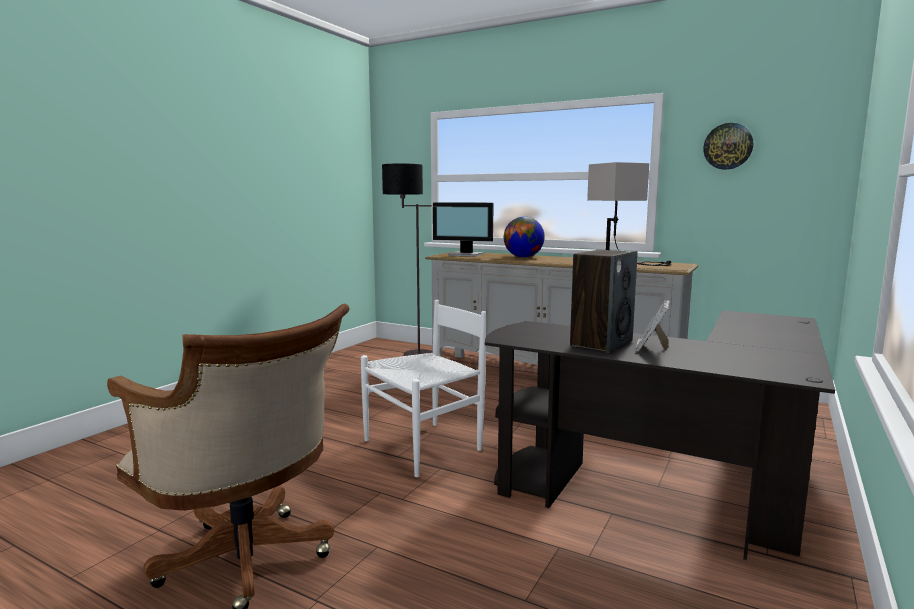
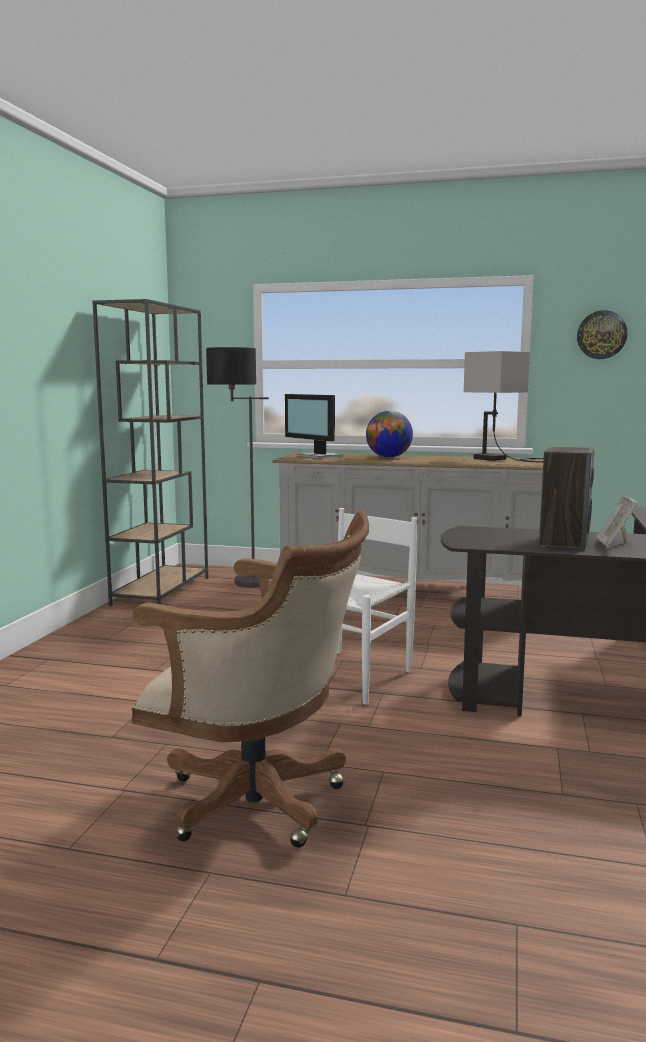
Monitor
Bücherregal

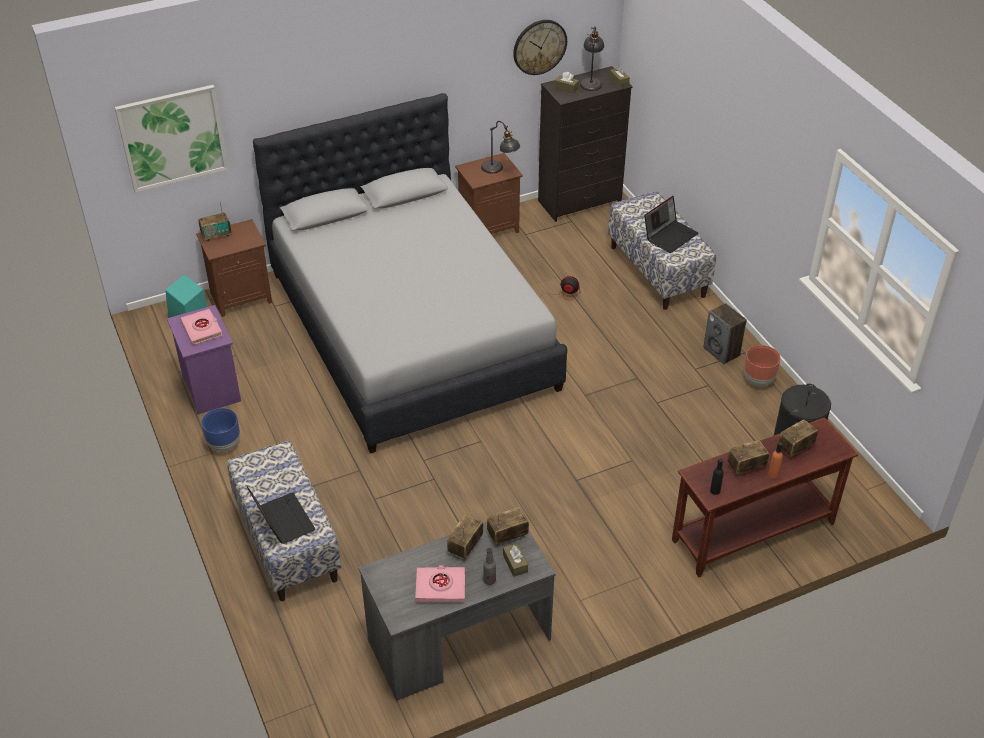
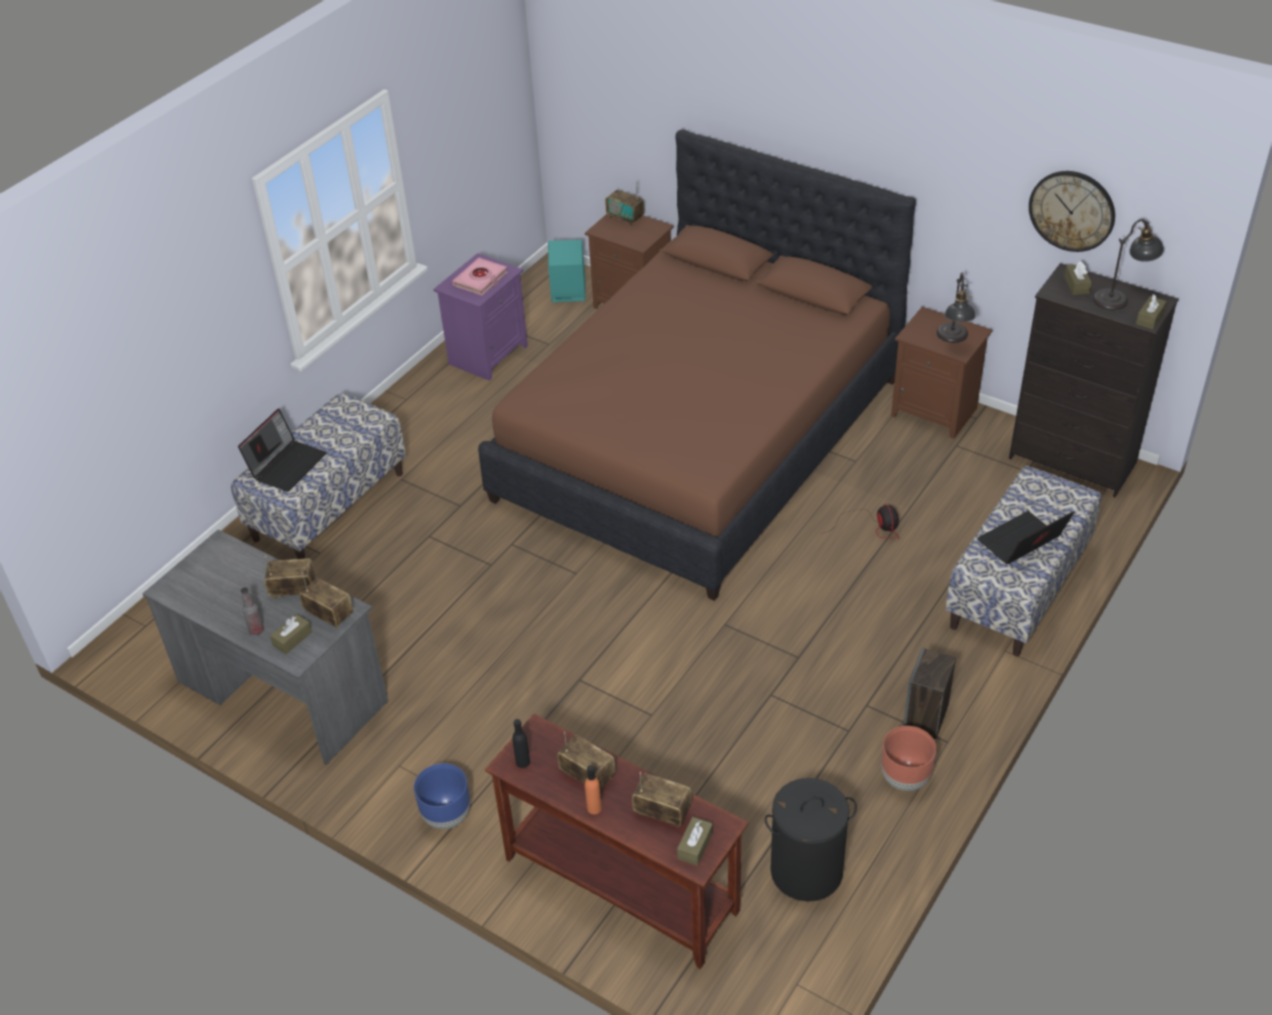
Bild
Bett (braun)
Laptop (no. 2 from left)
Pflanzkübel (blau)
Buch (rosa) (no. 2 from left in the first image)
Taschentuchbox (braun) (no. 2 from left)

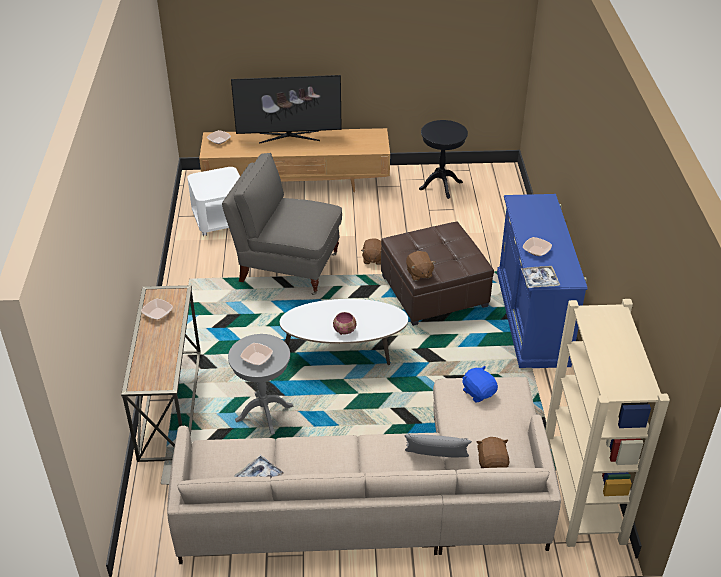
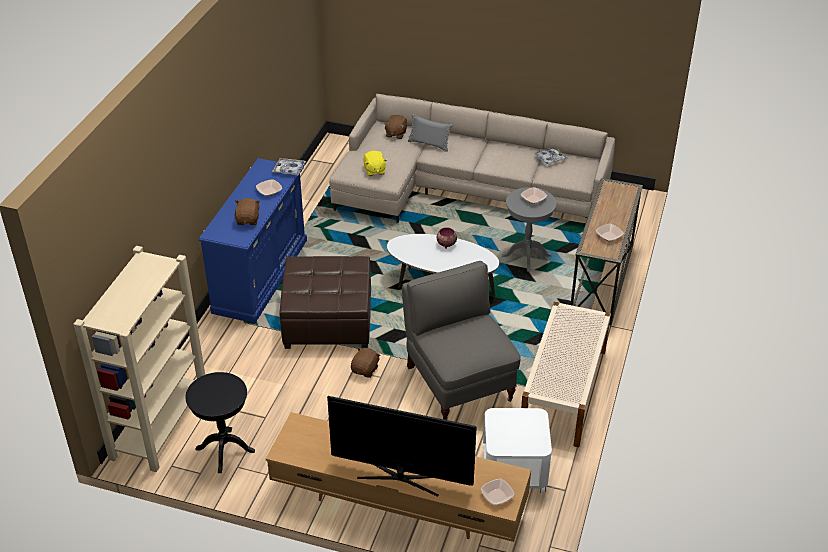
Sessel (grau)
Plüschtier (braun) (no. 1 from left)
Bücherregal (beige)
Plüschtier (gelb)
Bank (beige)

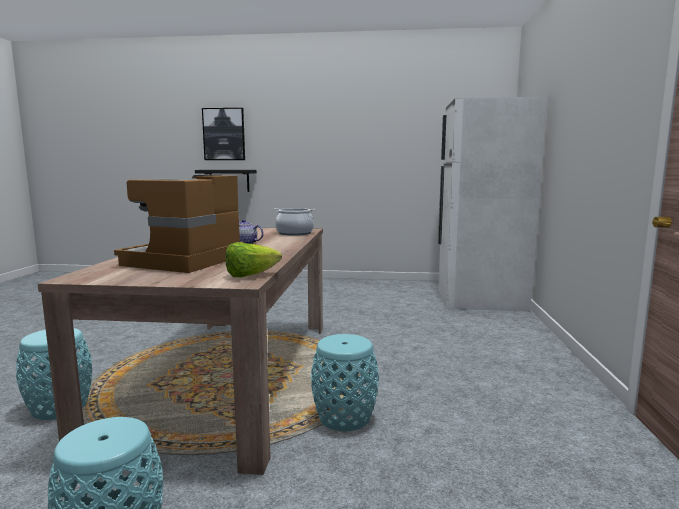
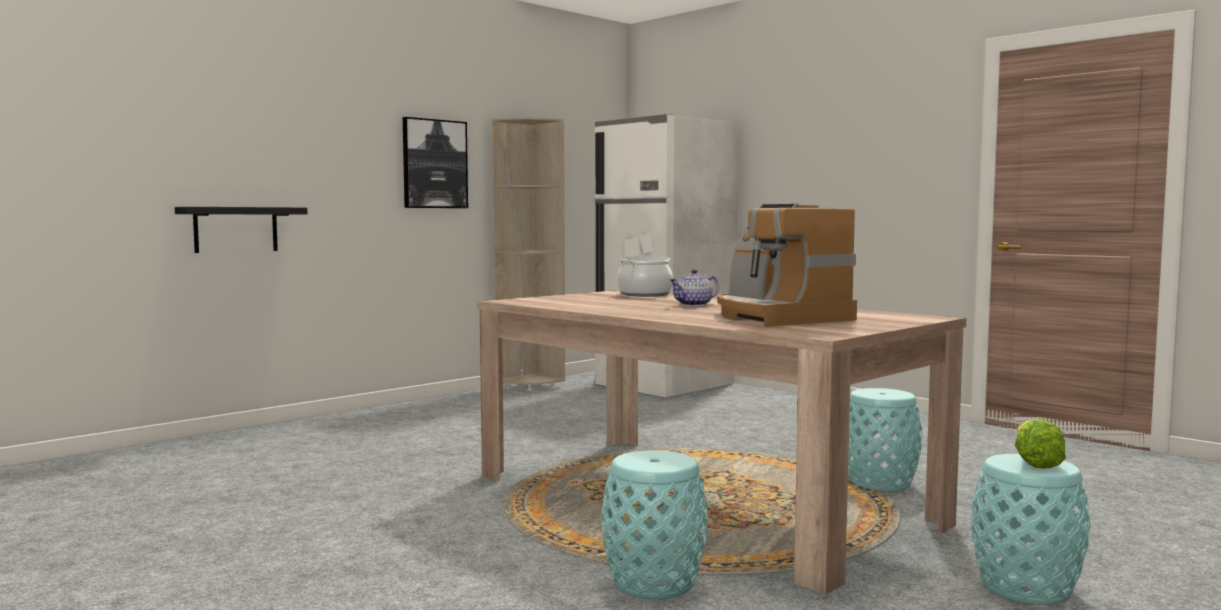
Bild
Salatkopf
Bücherregal (beige)

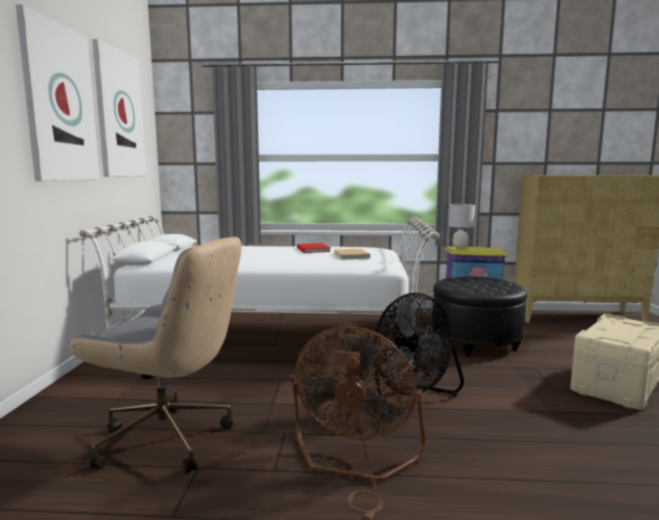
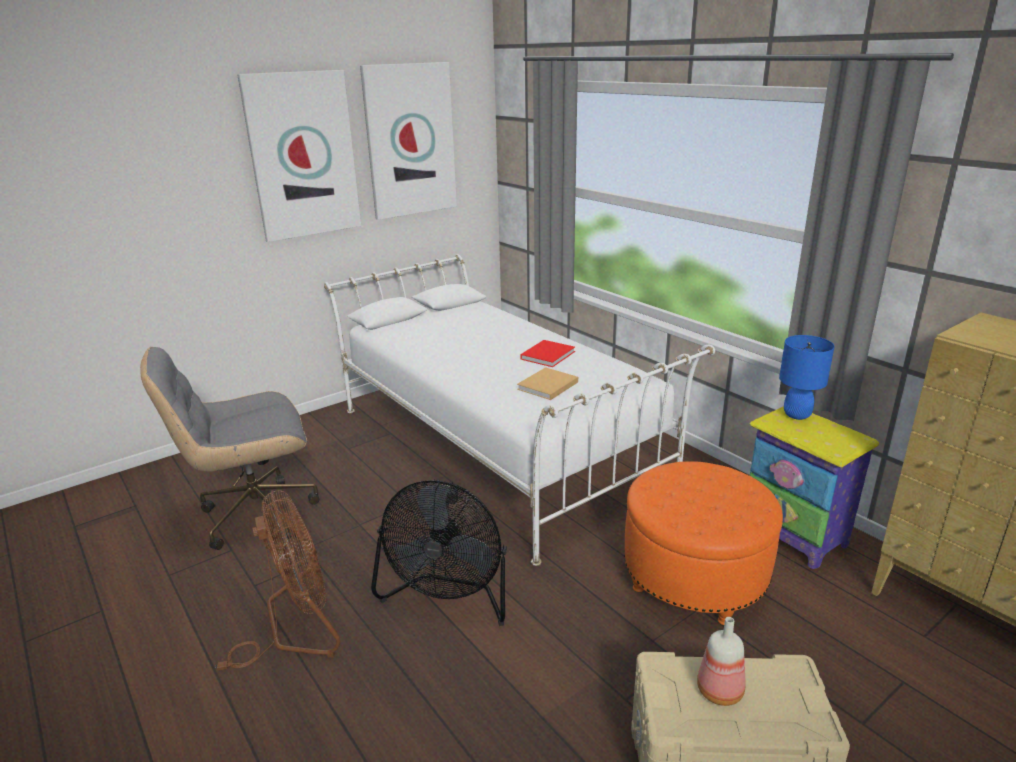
Tischlampe (blau)
Bürostuhl (grau)
Polsterhocker (orange)
Flasche

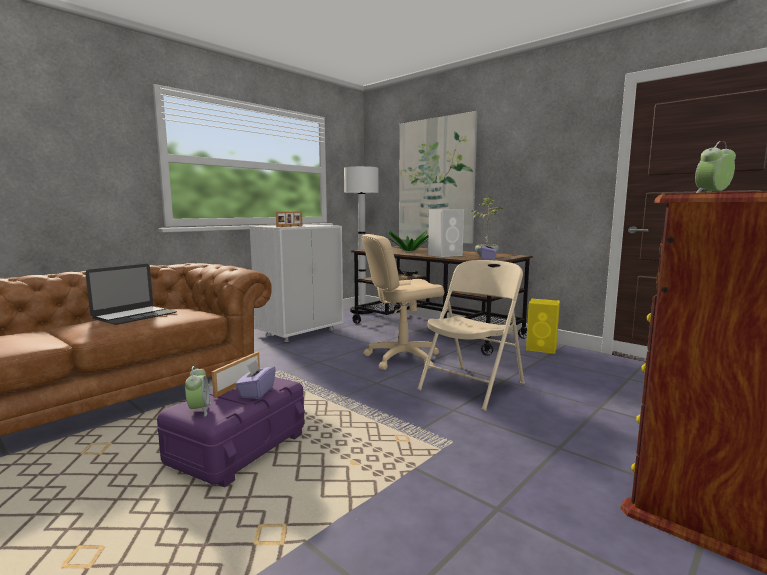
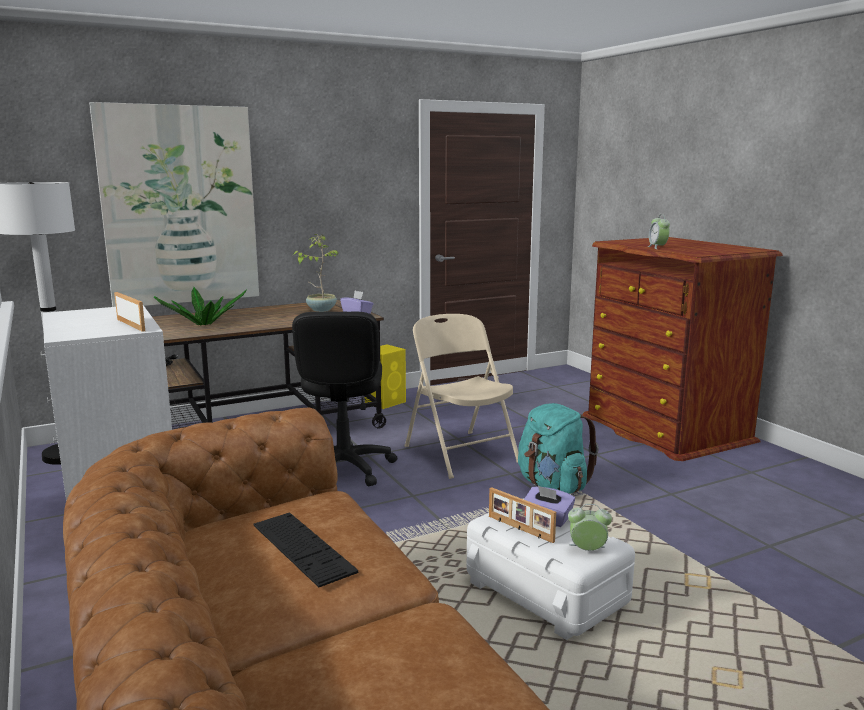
Lautsprecher (weiß)
Bürostuhl (schwarz)
Tastatur
Aufbewahrungsbox (weiß)
Rucksack (türkis)

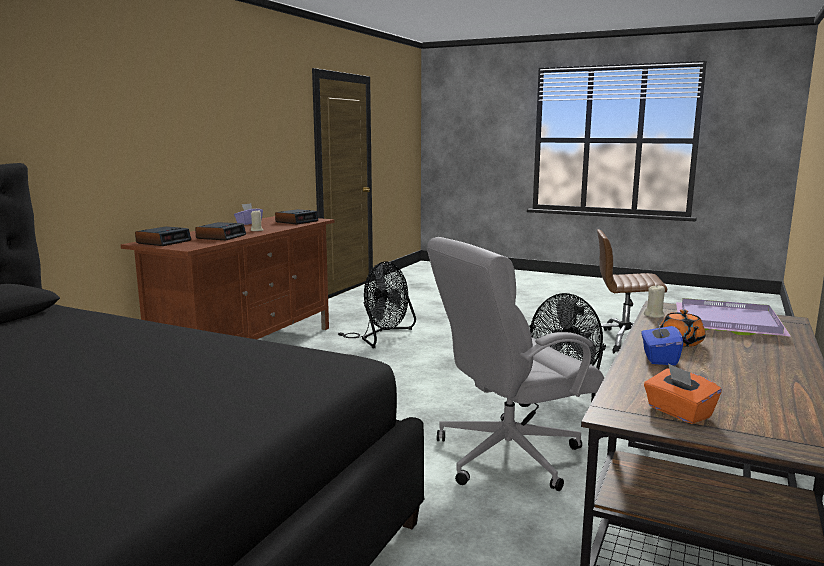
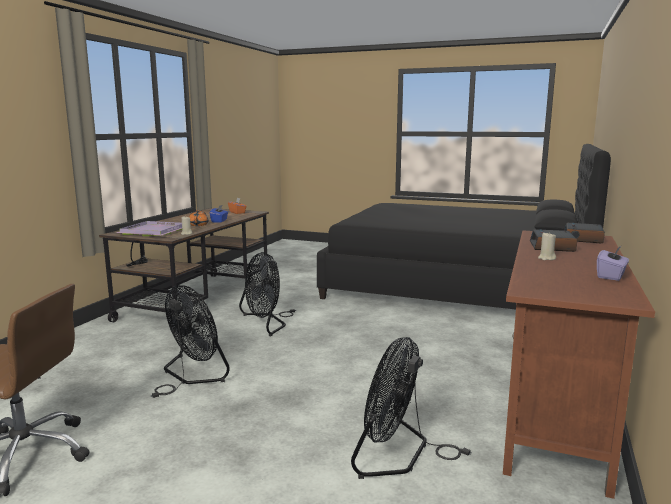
Wecker (no. 3 from left in the first image)
Ventilator (schwarz) (no. 2 from left)

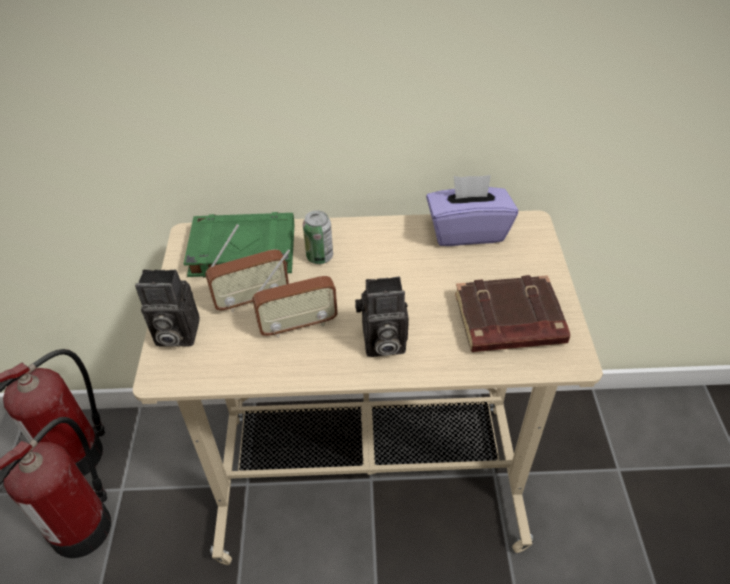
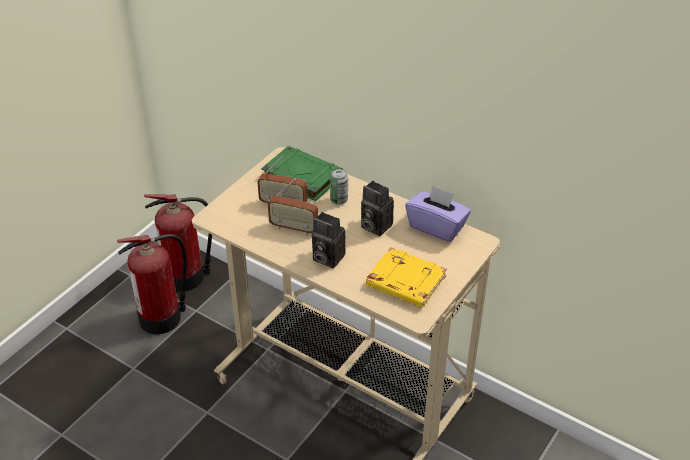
Kamera (no. 2 from left)
Buch (gelb)

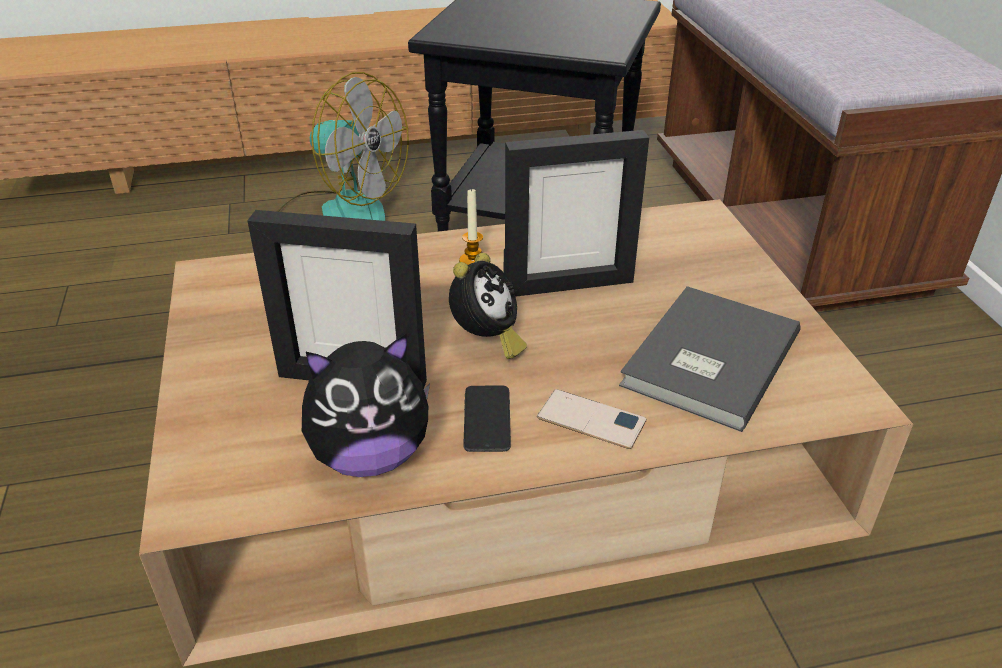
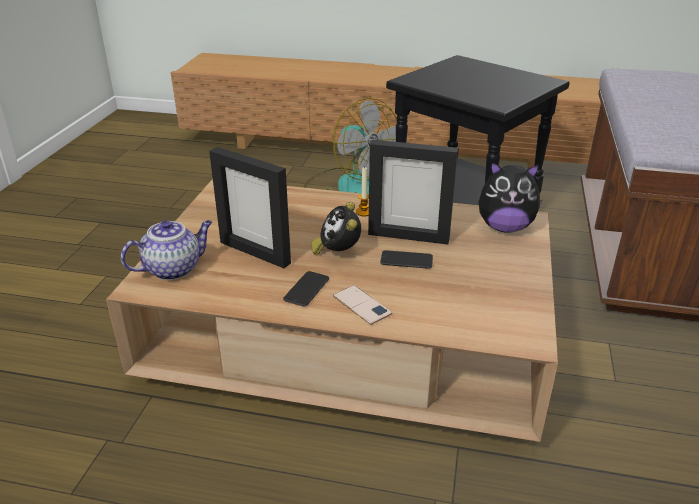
Wecker
Buch (grau)
Plüschtier
Teekanne
Handy (no. 3 from left)

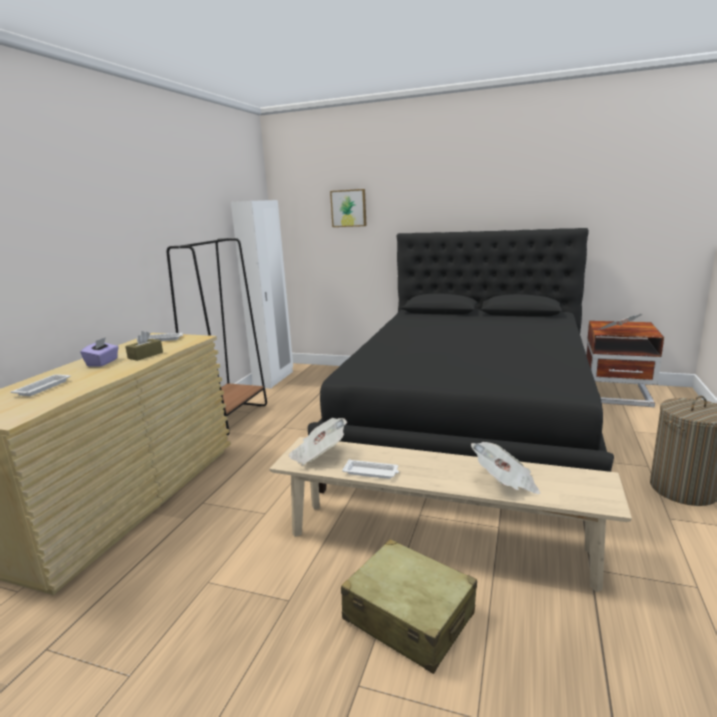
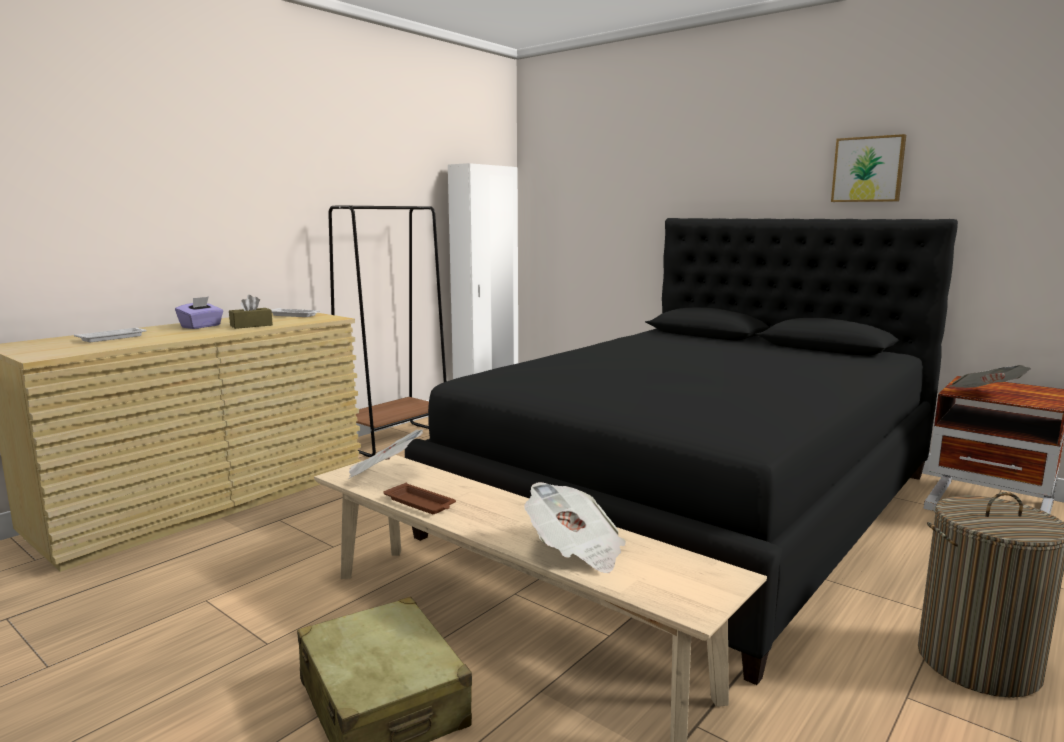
Bild
Tablett (braun)

